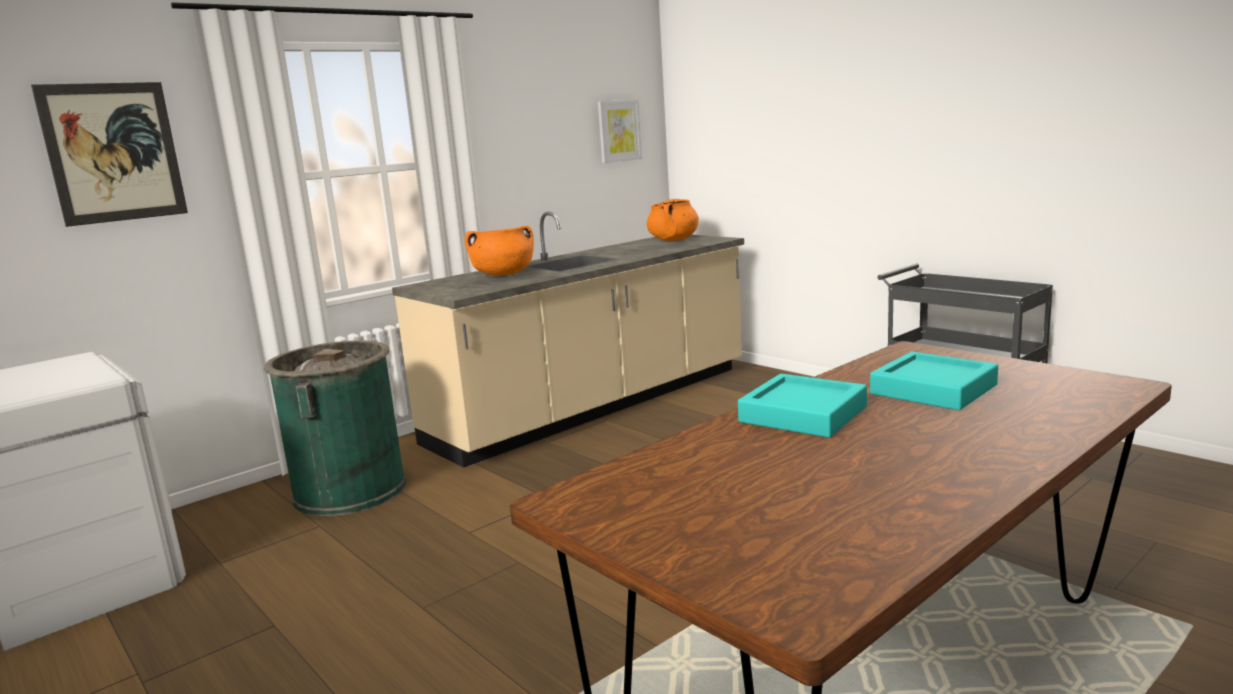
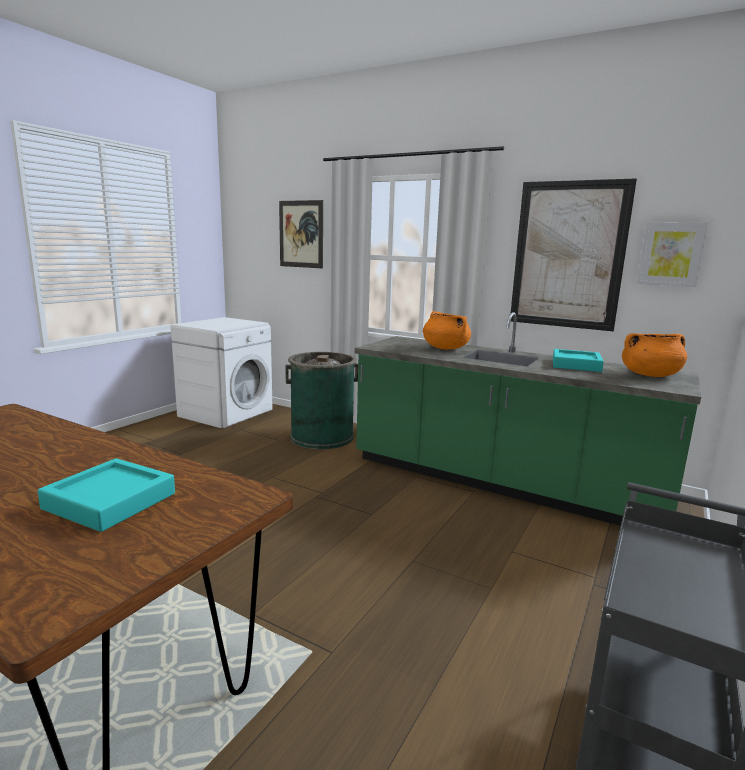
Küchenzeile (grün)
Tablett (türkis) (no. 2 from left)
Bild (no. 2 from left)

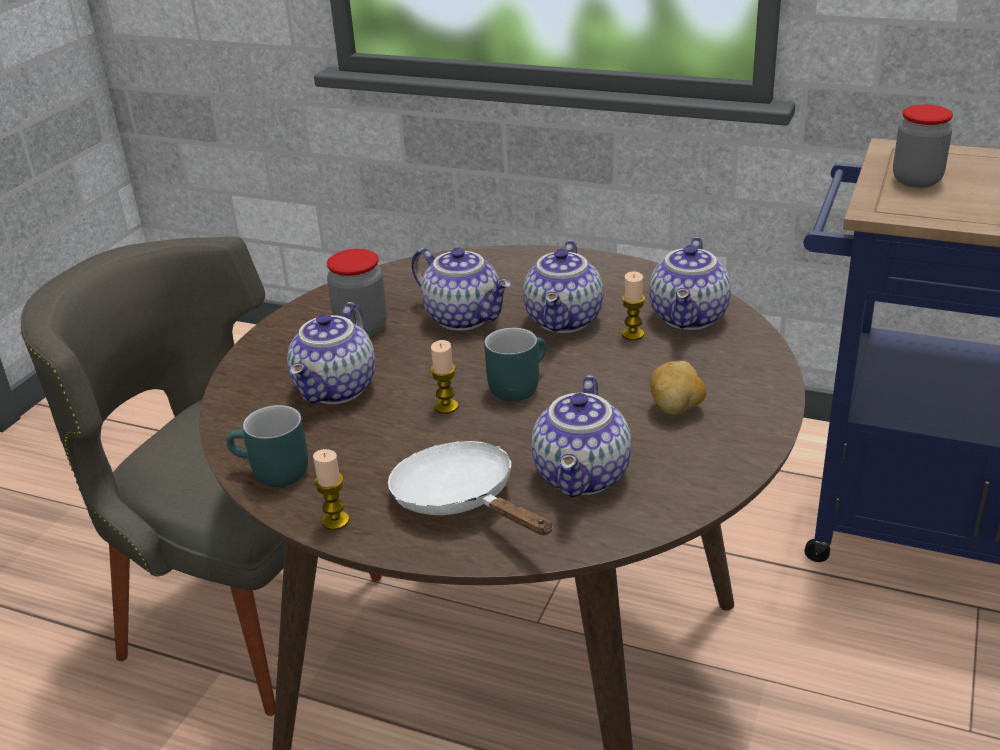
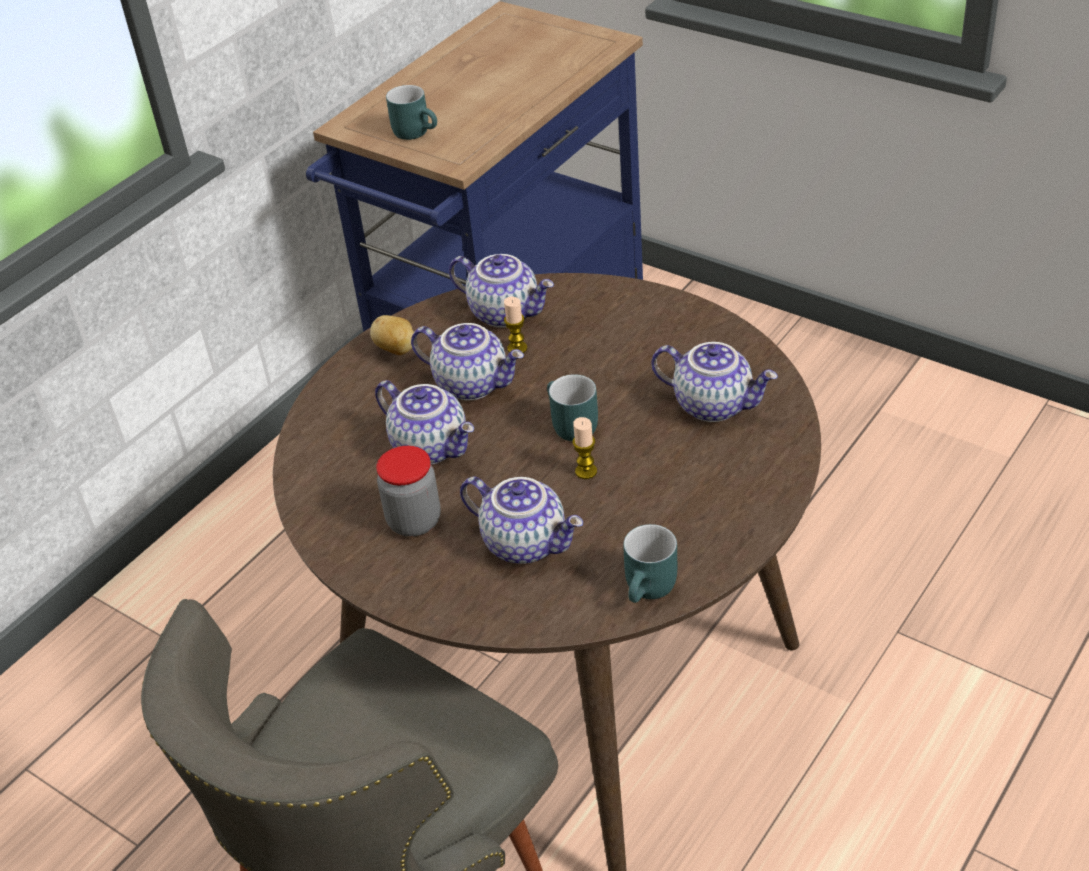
Henkelbecher (türkis) (no. 1 from left)
Teekanne (no. 1 from left)
Kartoffel
Pfanne (weiß)
Kerze (no. 1 from left in the first image)

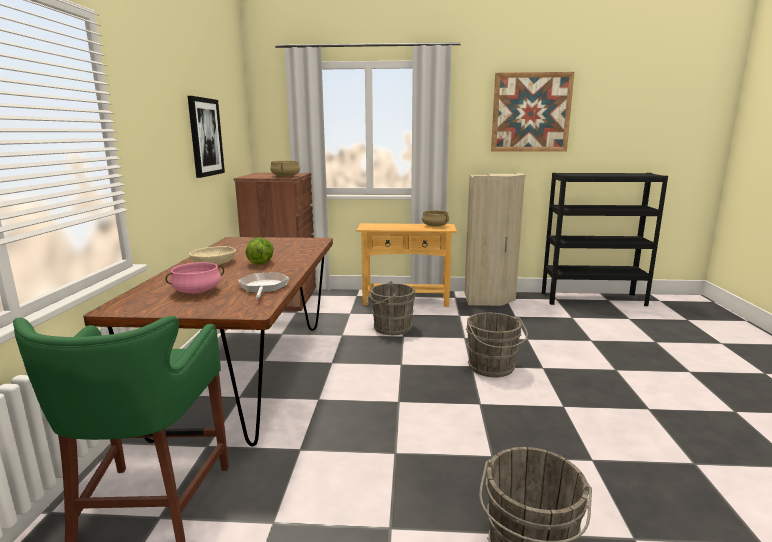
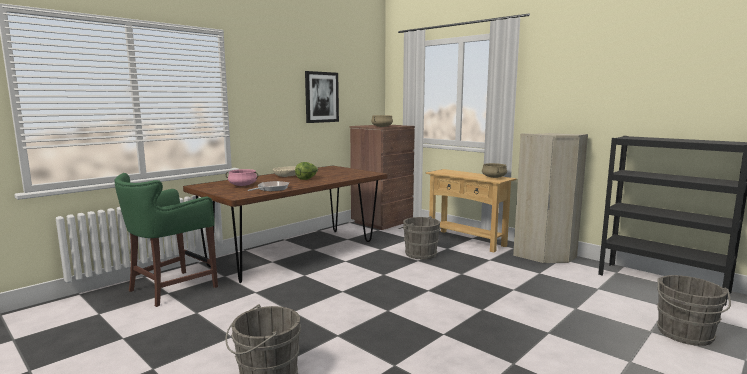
Bild (no. 2 from left in the first image)
Eimer (grau) (no. 3 from left)

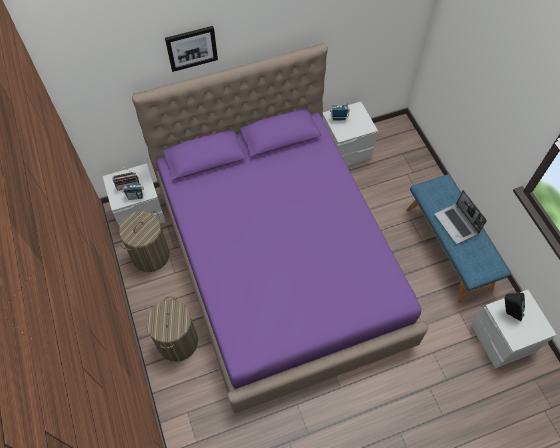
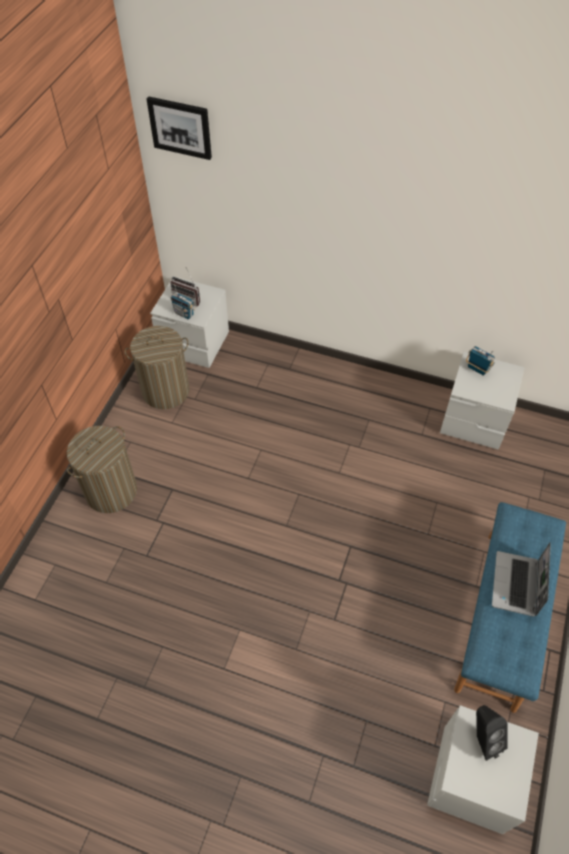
Bild
Bett (lila)

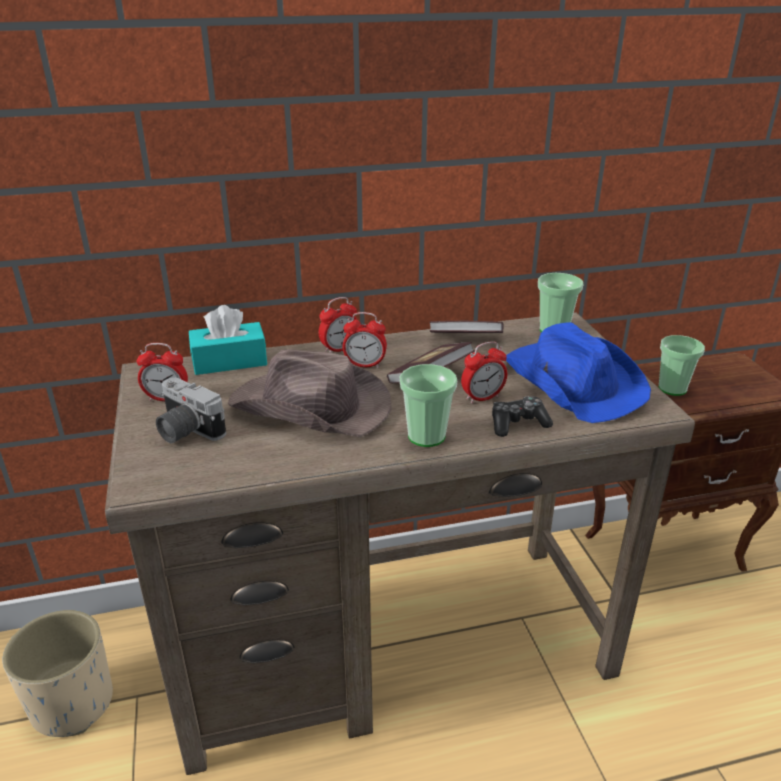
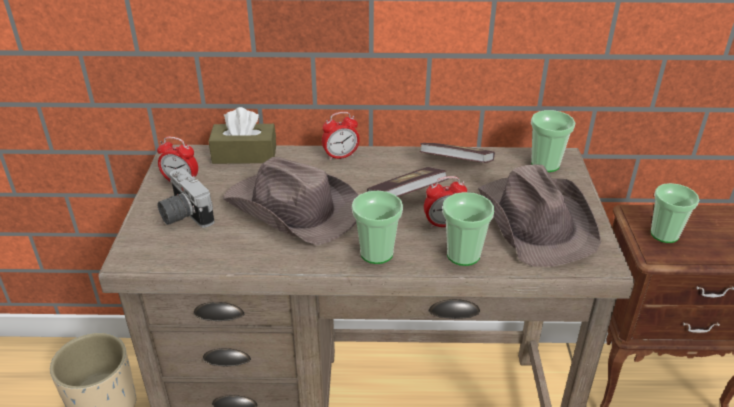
Taschentuchbox (braun)
Wecker (no. 3 from left in the first image)
Hut (braun) (no. 2 from left)
Tasse (no. 2 from left)

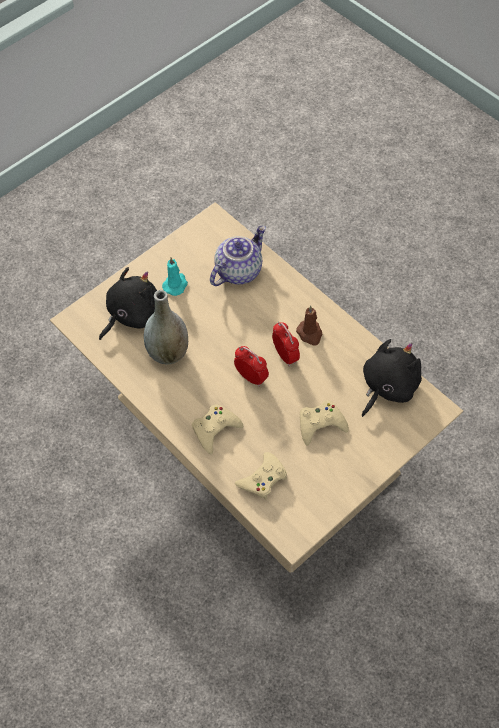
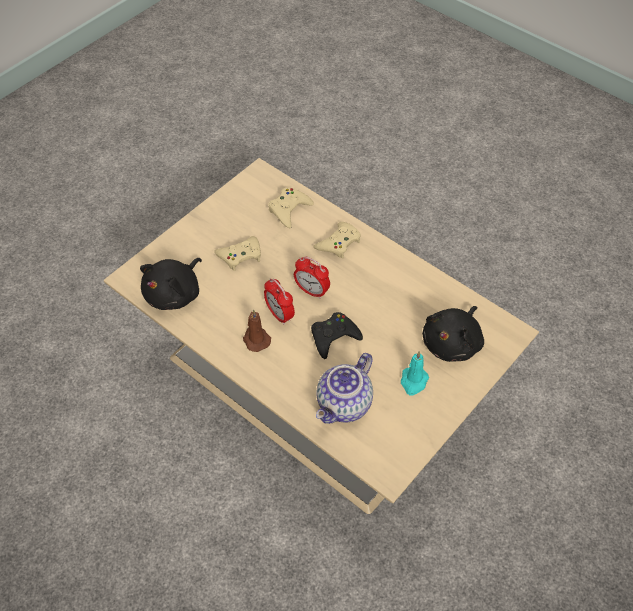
Vase (grau)
Gamepad (schwarz)

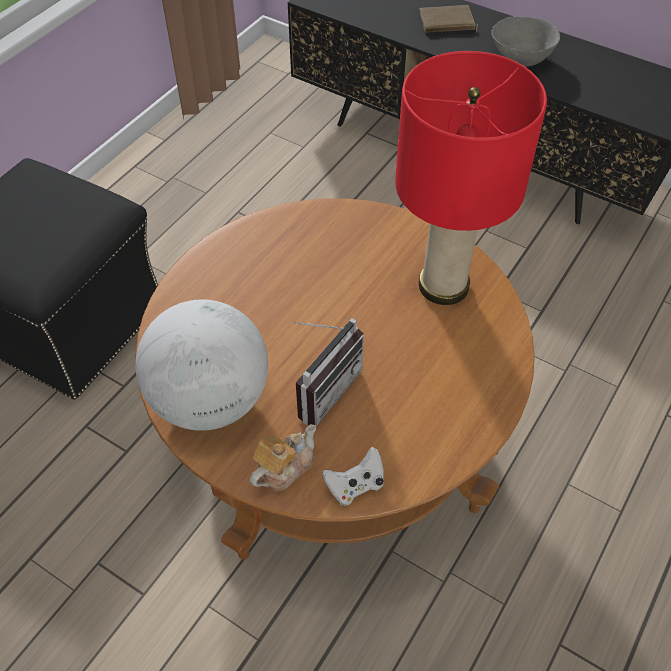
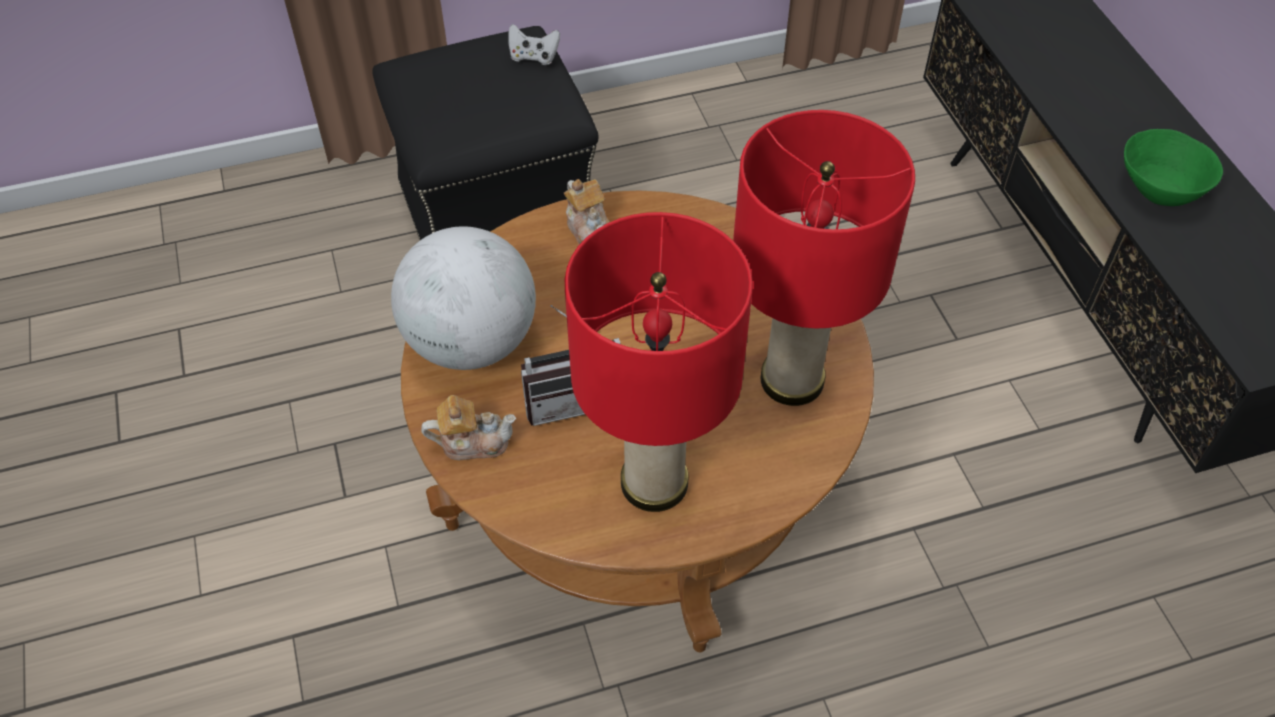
Buch (braun)
Schüssel (grün)
Gamepad (weiß)
Teekanne (no. 2 from left)
Tischlampe (rot) (no. 1 from left)

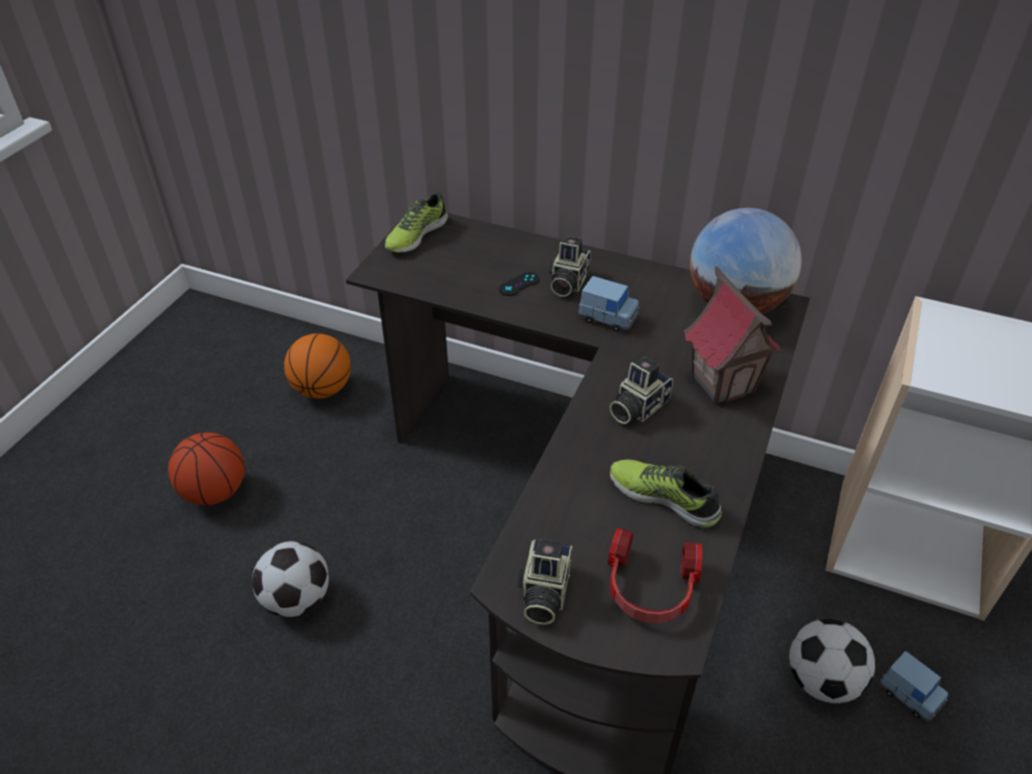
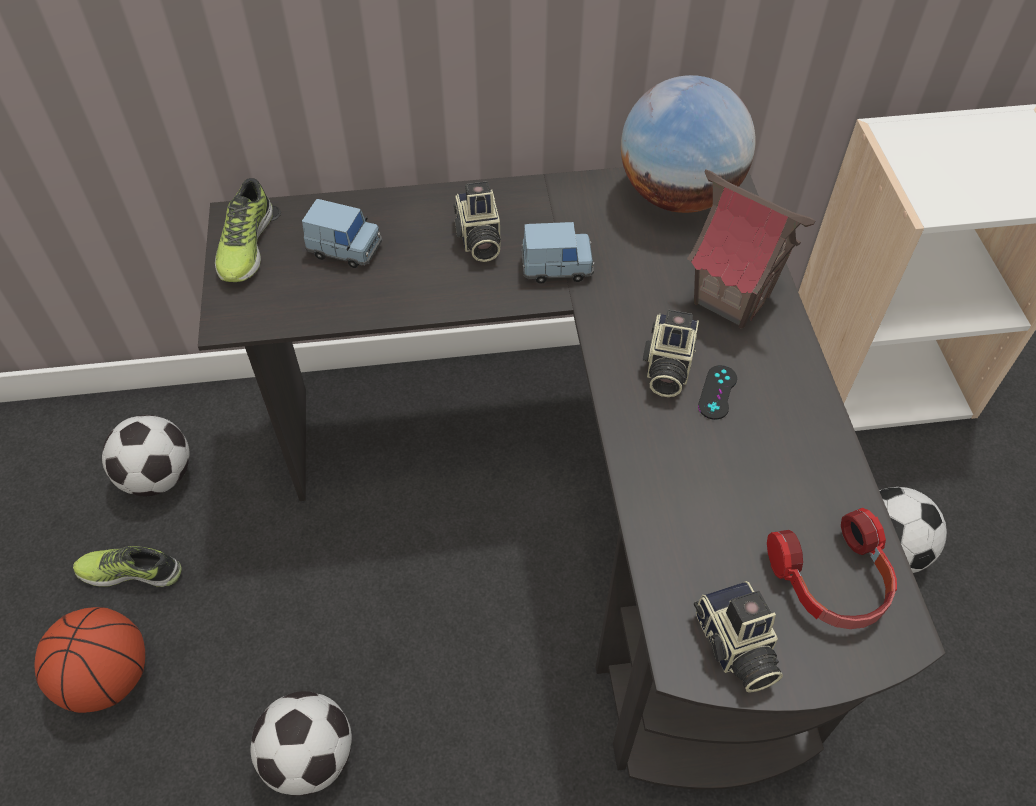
Gamepad (schwarz)
Fußball (no. 1 from left)
Schuh (no. 1 from left)
Spielzeugauto (blau) (no. 1 from left)

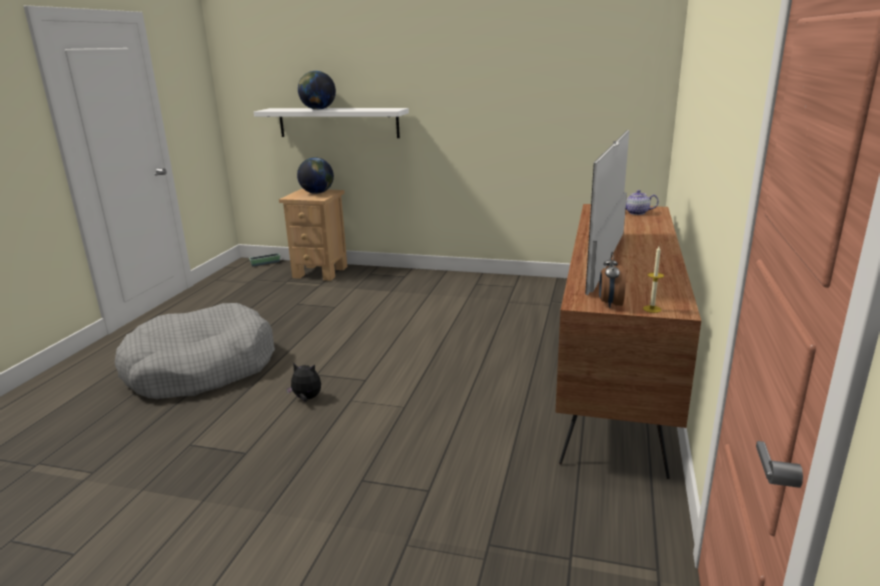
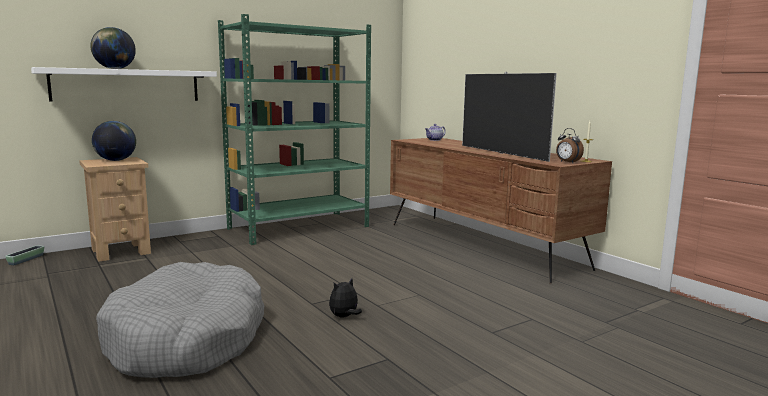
Bücherregal (grün)

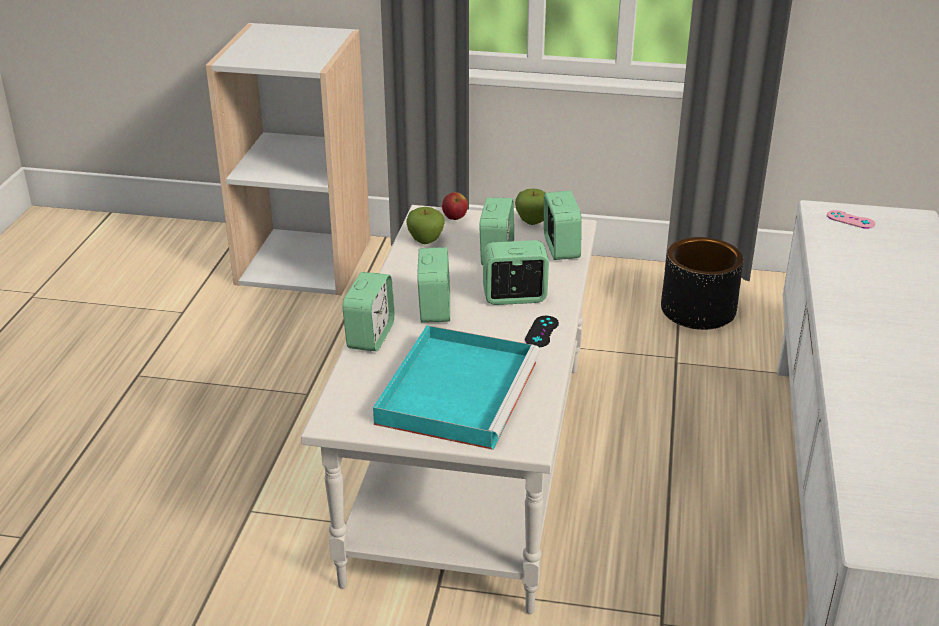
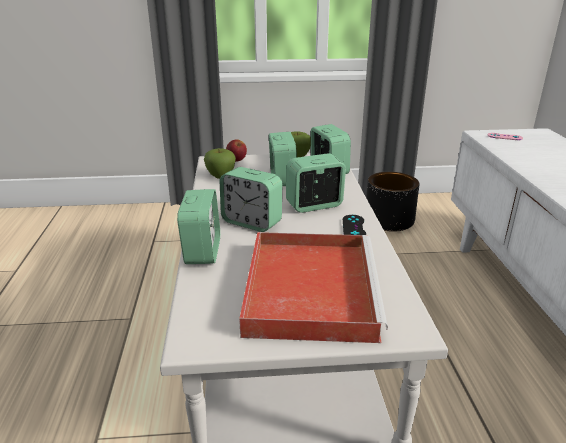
Bücherregal
Wecker (no. 2 from left)
Tablett (rot)

